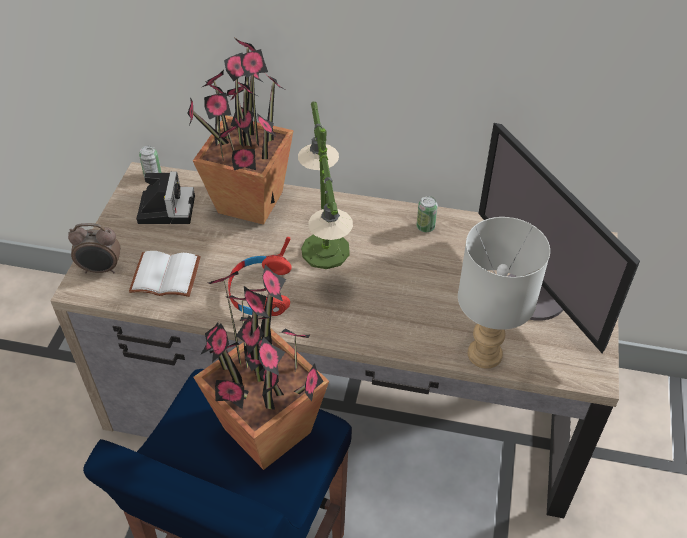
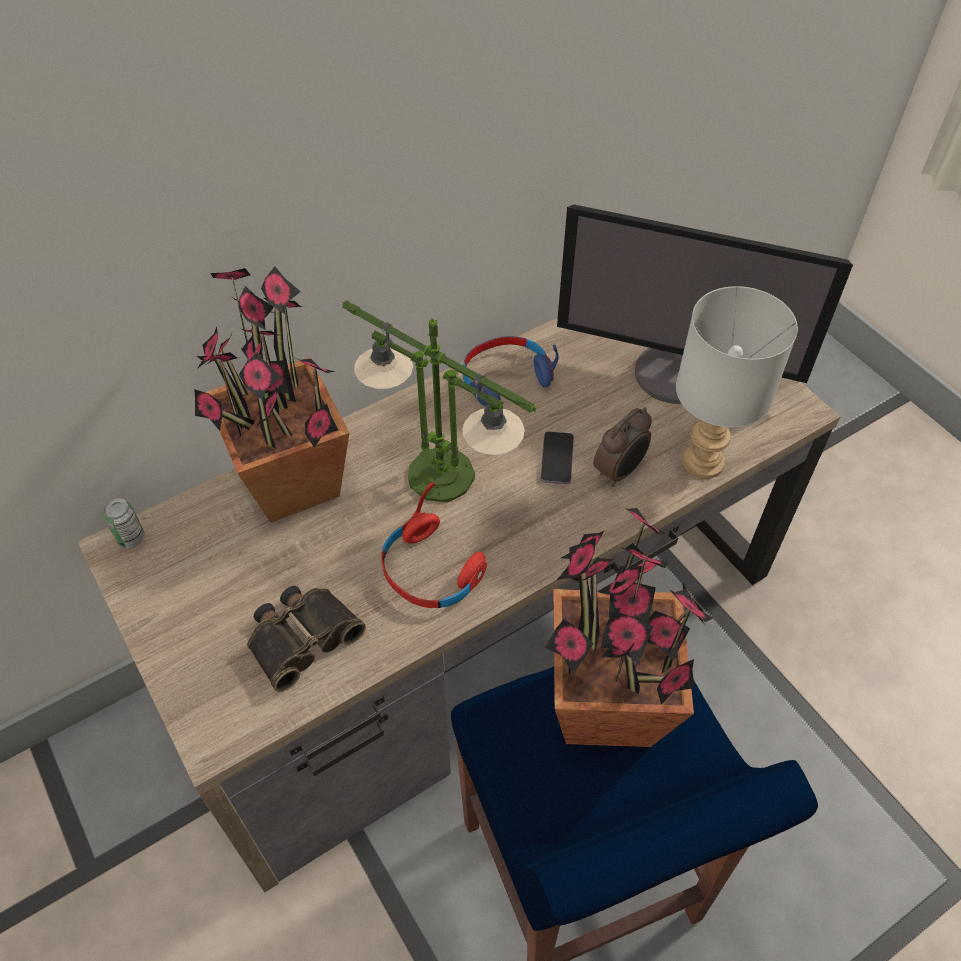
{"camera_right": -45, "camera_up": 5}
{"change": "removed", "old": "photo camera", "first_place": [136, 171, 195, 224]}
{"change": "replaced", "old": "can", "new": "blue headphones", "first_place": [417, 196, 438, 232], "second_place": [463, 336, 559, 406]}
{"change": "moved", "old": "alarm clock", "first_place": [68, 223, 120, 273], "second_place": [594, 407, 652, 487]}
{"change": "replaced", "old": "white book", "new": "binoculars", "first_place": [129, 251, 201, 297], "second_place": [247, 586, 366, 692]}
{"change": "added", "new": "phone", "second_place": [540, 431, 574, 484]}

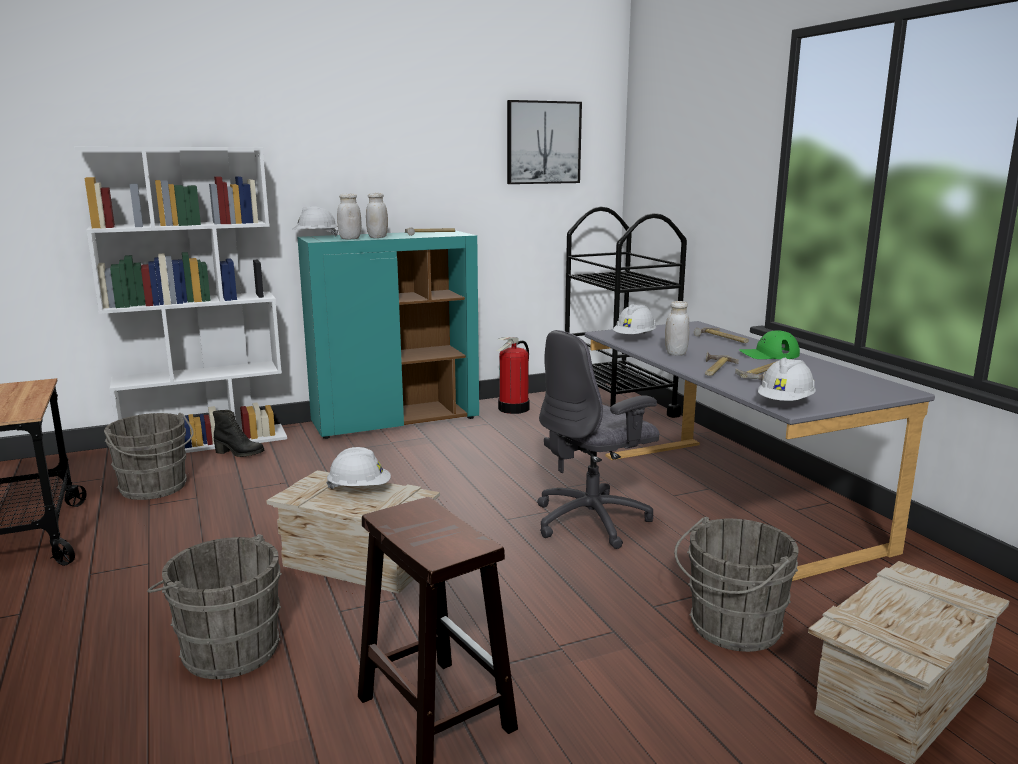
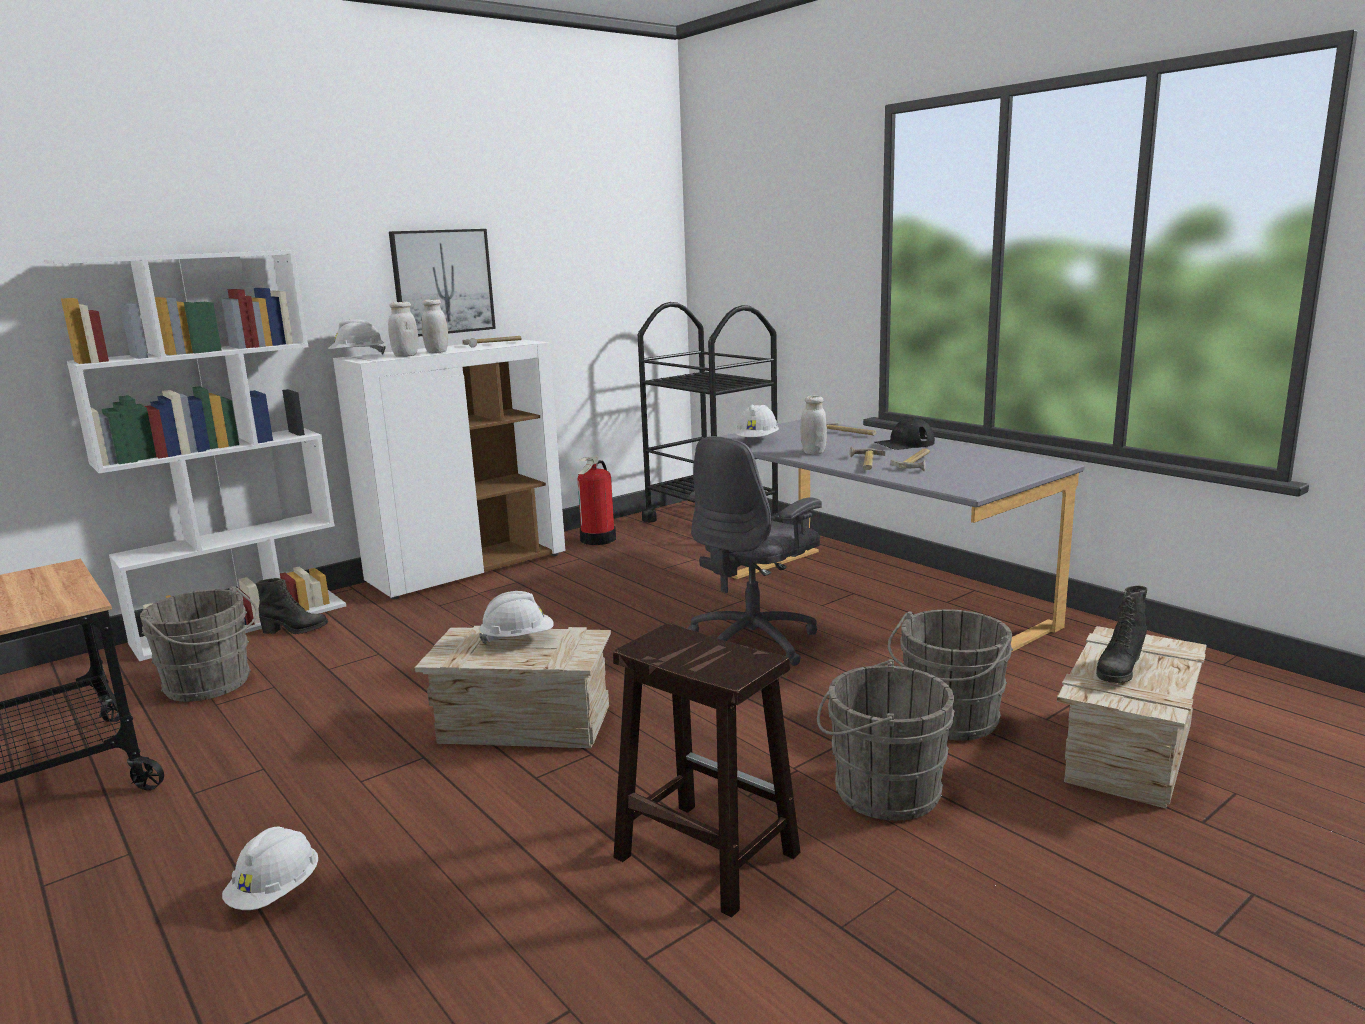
{"camera_right": -15, "camera_up": 0}
{"change": "moved", "old": "picture", "first_place": [507, 100, 582, 184], "second_place": [389, 229, 496, 337]}
{"change": "recoloured", "old": "turquoise cabinet", "new": "white cabinet", "first_place": [297, 230, 479, 439], "second_place": [333, 339, 565, 600]}
{"change": "recoloured", "old": "green cap", "new": "black cap", "first_place": [739, 330, 800, 359], "second_place": [874, 418, 935, 450]}
{"change": "moved", "old": "white hard hat", "first_place": [758, 358, 816, 401], "second_place": [222, 827, 318, 910]}
{"change": "moved", "old": "grey bucket", "first_place": [147, 534, 282, 679], "second_place": [817, 659, 955, 821]}
{"change": "added", "new": "black boot", "second_place": [1096, 586, 1147, 683]}

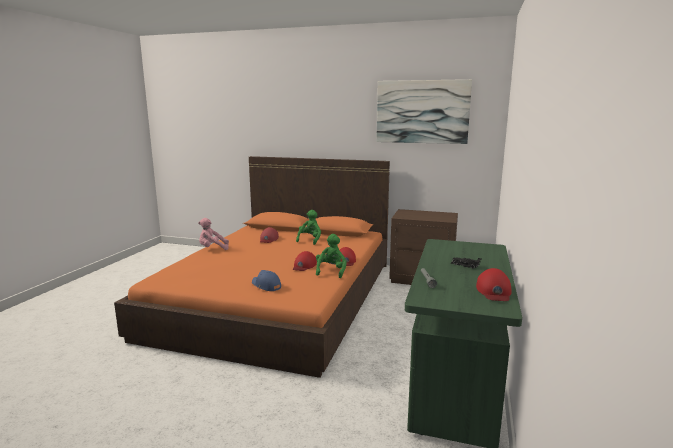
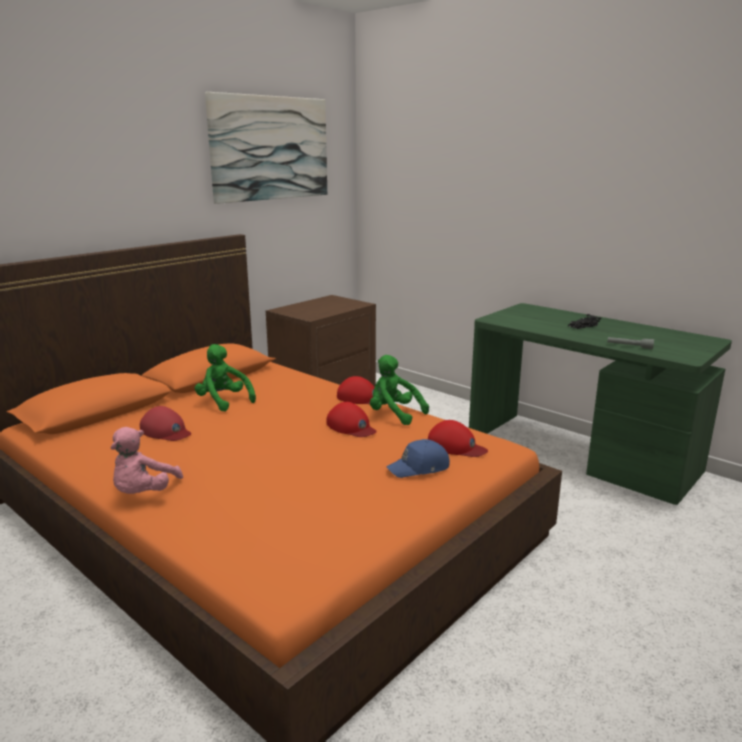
{"camera_right": -65, "camera_up": 5}
{"change": "moved", "old": "red cap", "first_place": [476, 268, 512, 301], "second_place": [428, 420, 488, 457]}

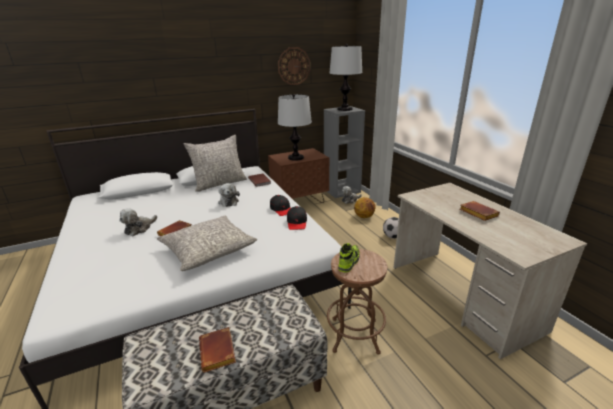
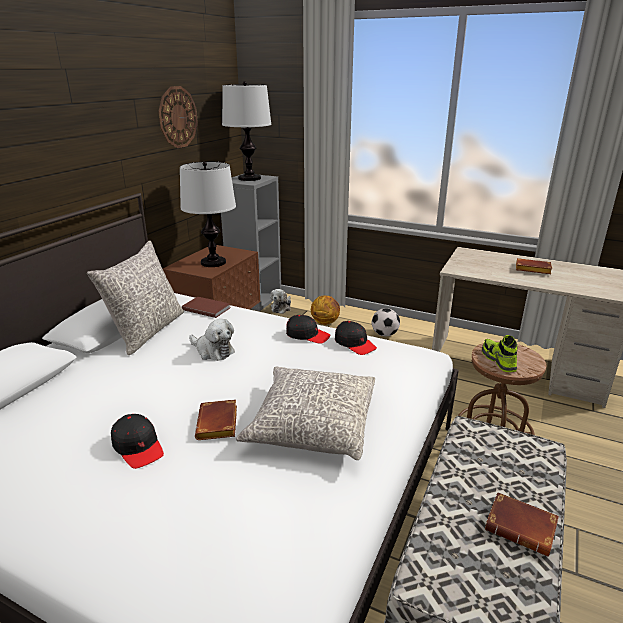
{"camera_right": -40, "camera_up": 0}
{"change": "replaced", "old": "plush toy", "new": "black cap", "first_place": [120, 208, 157, 236], "second_place": [111, 414, 164, 469]}

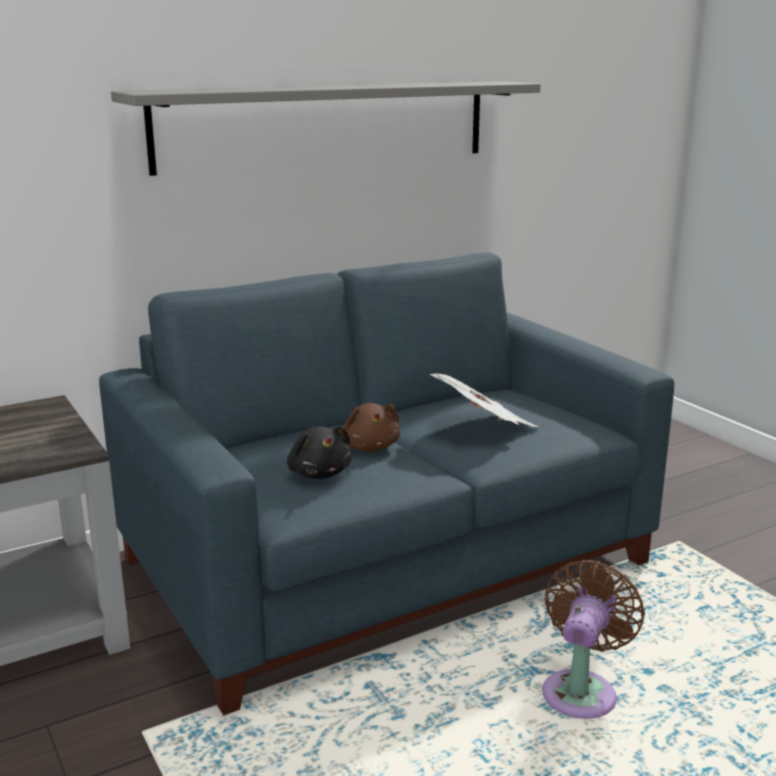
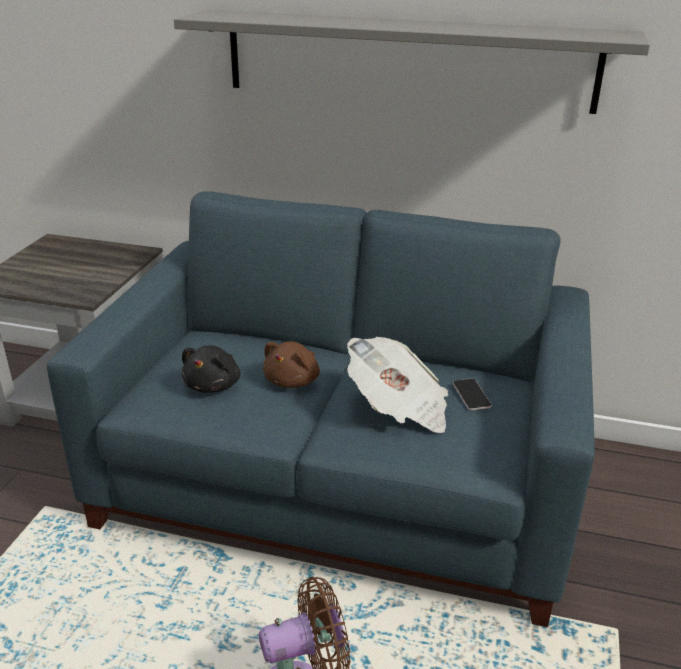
{"camera_right": 45, "camera_up": 10}
{"change": "added", "new": "phone", "second_place": [453, 379, 491, 410]}

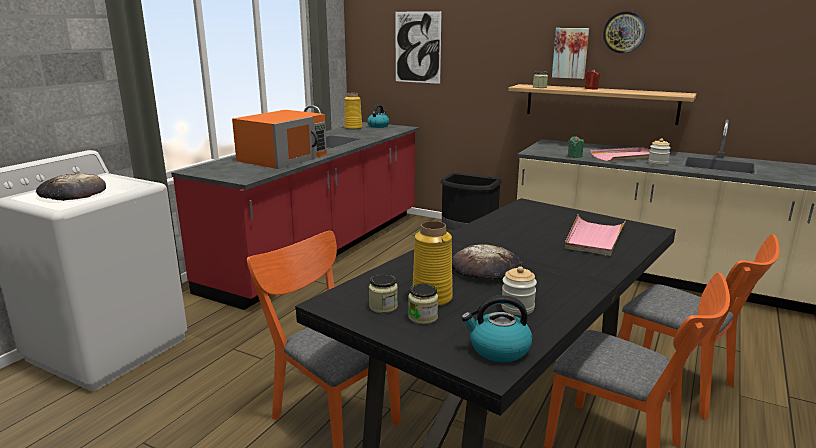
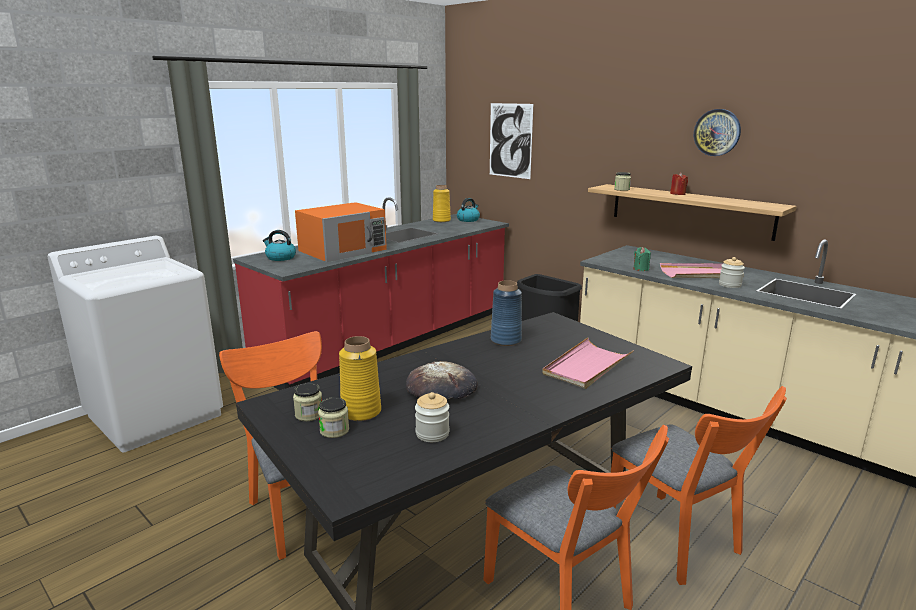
{"camera_right": 15, "camera_up": 0}
{"change": "removed", "old": "picture", "first_place": [552, 28, 589, 79]}
{"change": "removed", "old": "bread", "first_place": [36, 173, 106, 201]}
{"change": "moved", "old": "kettle", "first_place": [461, 295, 532, 362], "second_place": [263, 230, 296, 261]}
{"change": "added", "new": "blue vase", "second_place": [491, 280, 522, 346]}

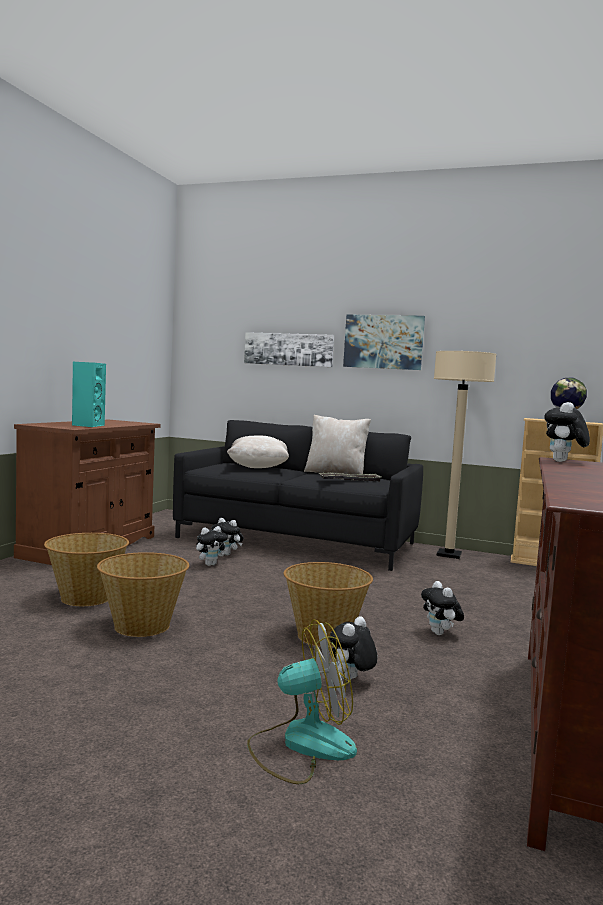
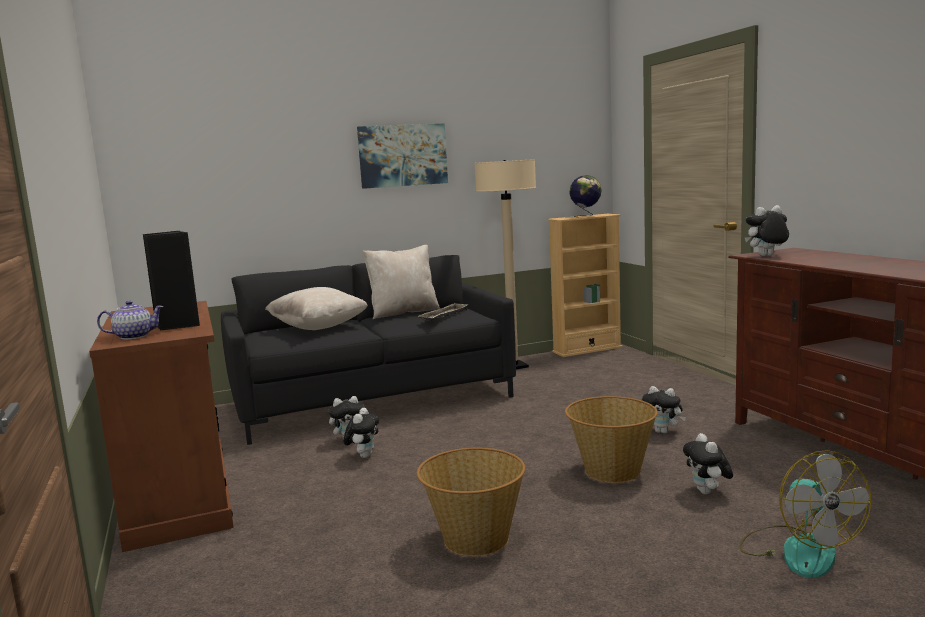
{"camera_right": -40, "camera_up": 5}
{"change": "removed", "old": "picture", "first_place": [244, 332, 334, 367]}
{"change": "recoloured", "old": "turquoise speaker", "new": "black speaker", "first_place": [72, 362, 106, 427], "second_place": [143, 231, 200, 331]}
{"change": "turned", "old": "plush toy", "first_place": [544, 402, 590, 462], "second_place": [745, 205, 789, 256], "degrees": 90}
{"change": "removed", "old": "basket", "first_place": [44, 533, 129, 606]}
{"change": "turned", "old": "fan", "first_place": [247, 619, 357, 784], "second_place": [739, 450, 871, 578], "degrees": 135}
{"change": "added", "new": "teapot", "second_place": [97, 301, 164, 340]}

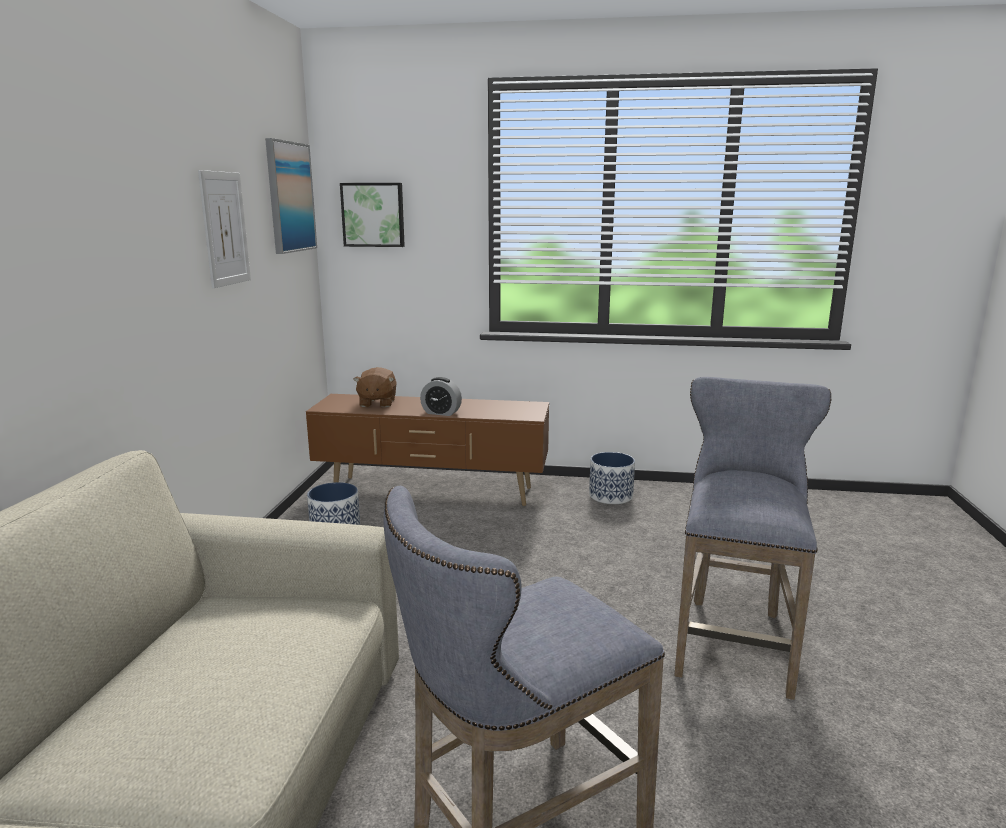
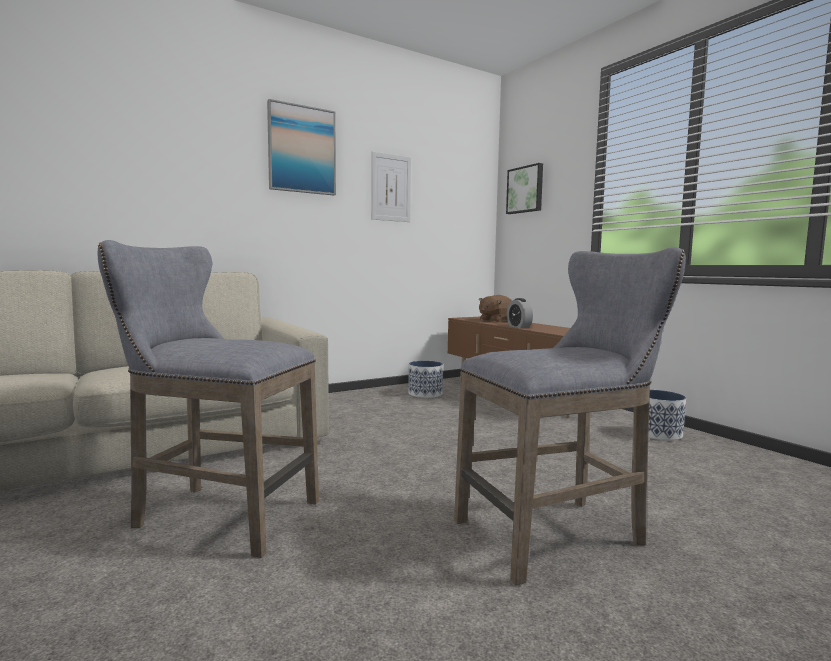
{"camera_right": 50, "camera_up": -10}
{"change": "moved", "old": "picture", "first_place": [265, 138, 317, 254], "second_place": [267, 99, 336, 196]}

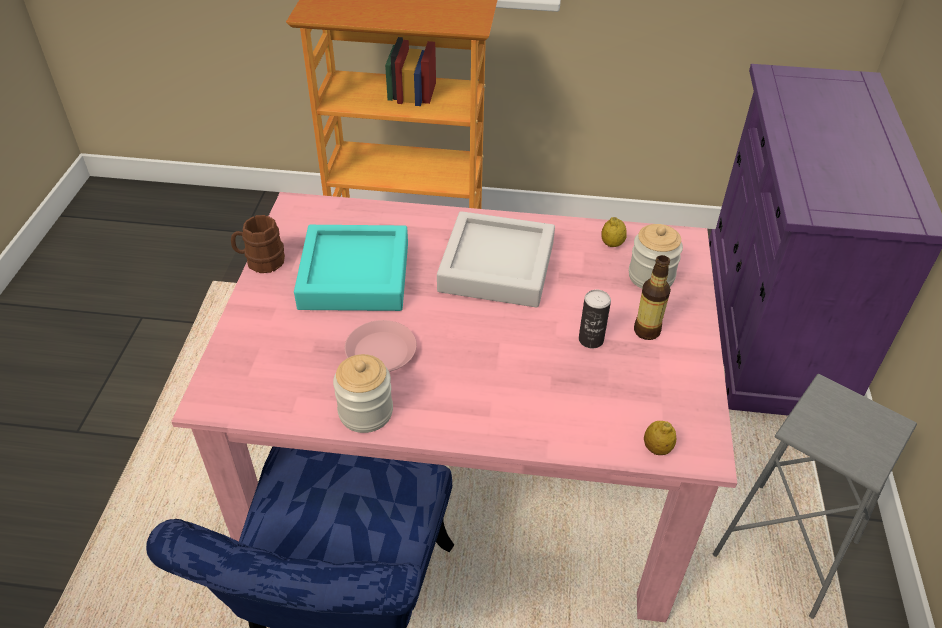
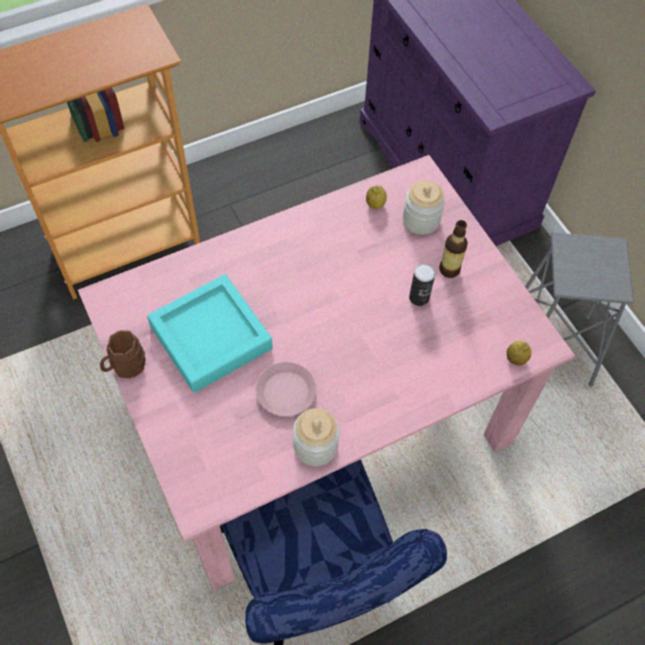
{"camera_right": -35, "camera_up": 15}
{"change": "removed", "old": "grey tray", "first_place": [437, 211, 555, 308]}

